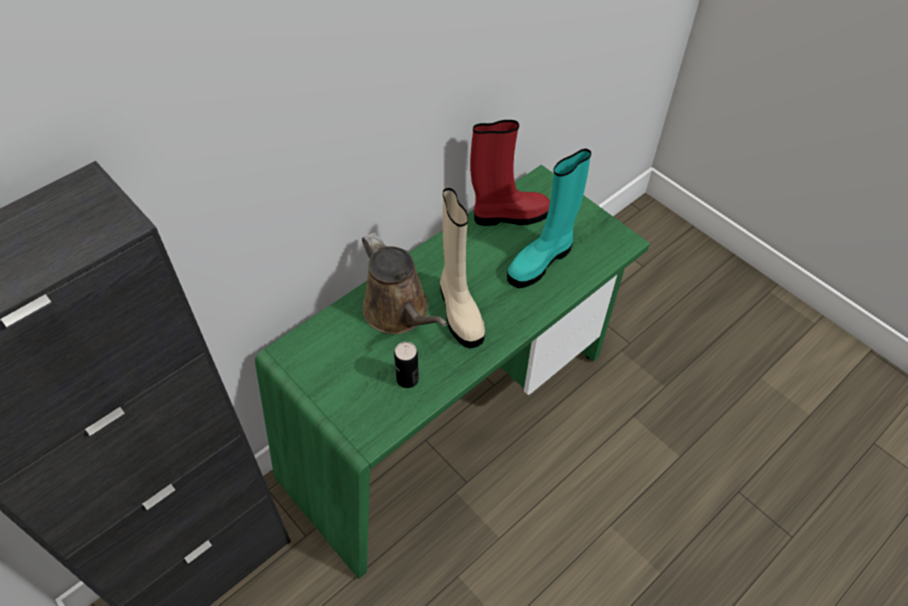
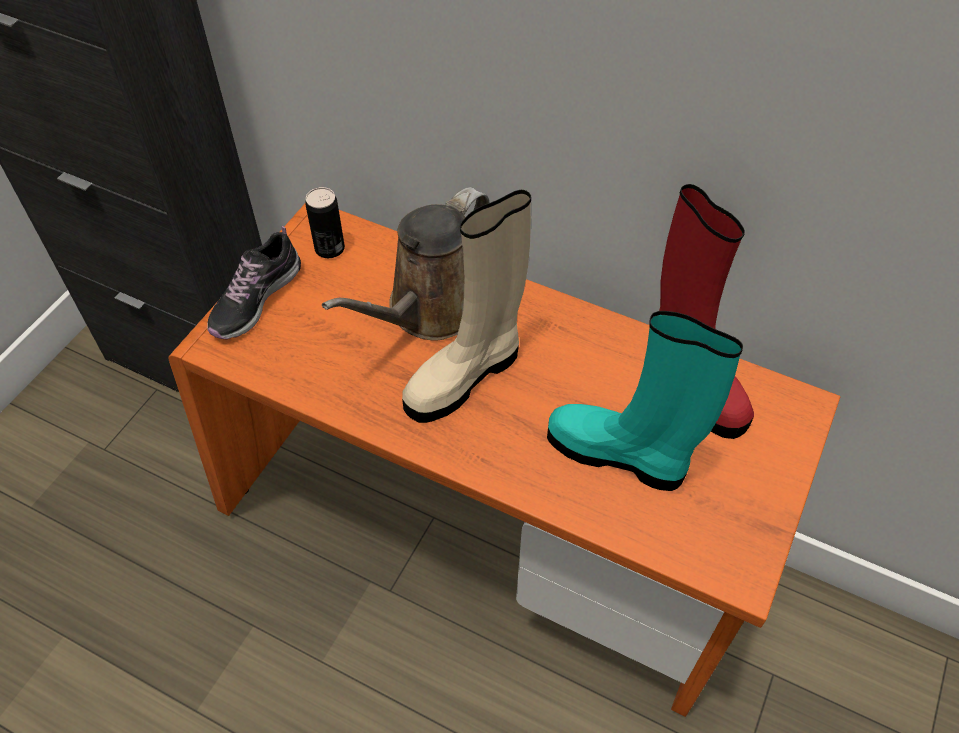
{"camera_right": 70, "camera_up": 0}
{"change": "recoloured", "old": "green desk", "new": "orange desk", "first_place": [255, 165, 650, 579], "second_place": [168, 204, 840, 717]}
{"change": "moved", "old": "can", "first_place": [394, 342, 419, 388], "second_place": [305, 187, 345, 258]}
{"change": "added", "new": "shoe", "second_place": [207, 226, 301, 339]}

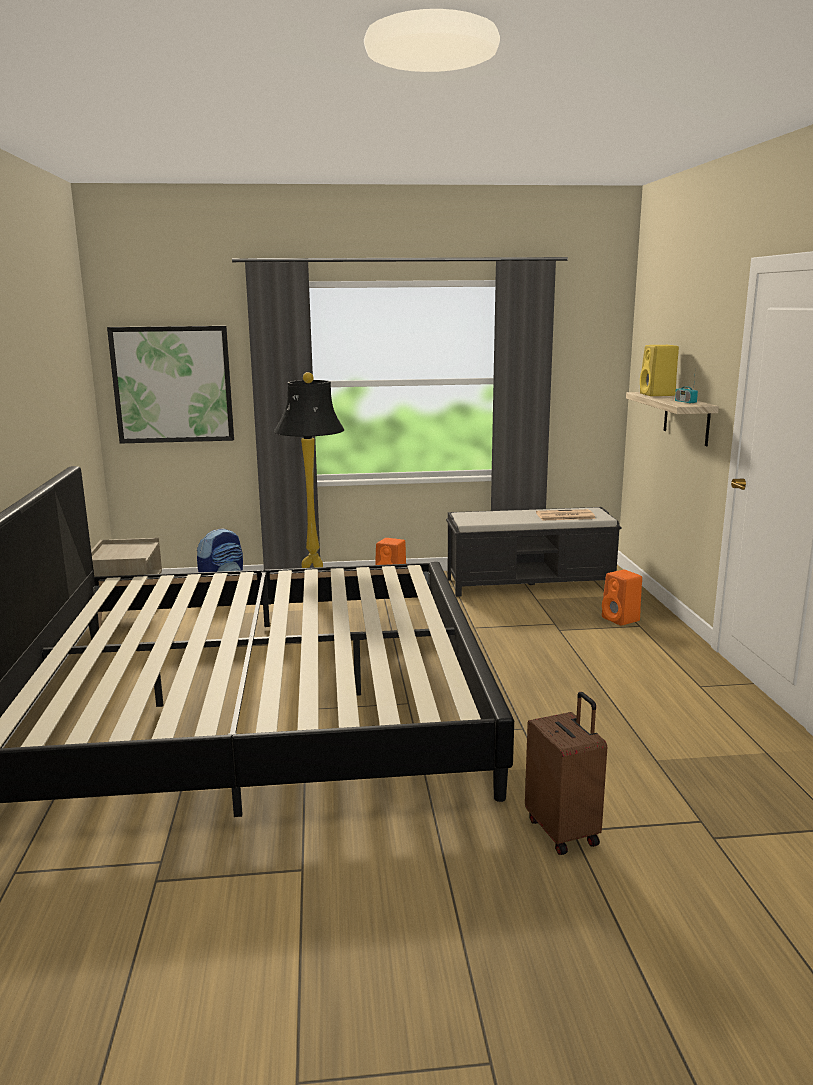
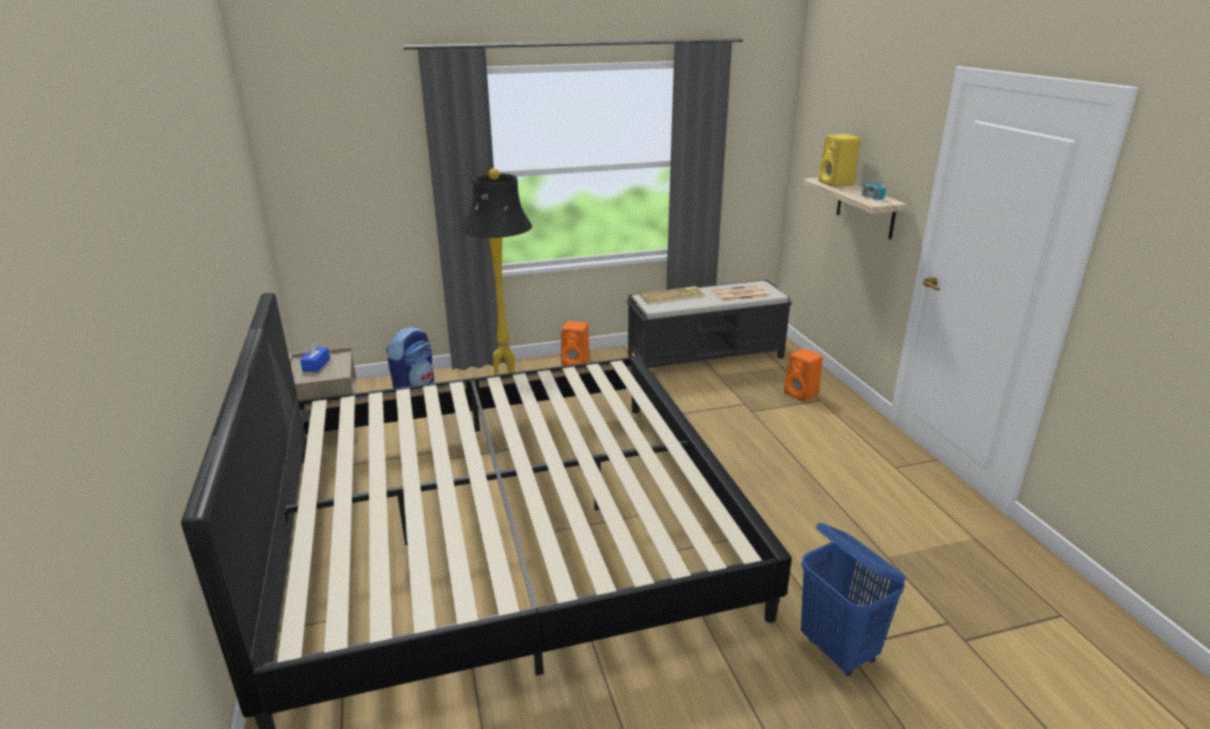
{"camera_right": -10, "camera_up": 10}
{"change": "removed", "old": "picture", "first_place": [107, 326, 234, 444]}
{"change": "replaced", "old": "brown suitcase", "new": "blue laundry basket", "first_place": [525, 692, 607, 855], "second_place": [801, 523, 906, 676]}
{"change": "added", "new": "keyboard", "second_place": [639, 286, 705, 304]}
{"change": "added", "new": "blue tissue box", "second_place": [300, 342, 330, 372]}

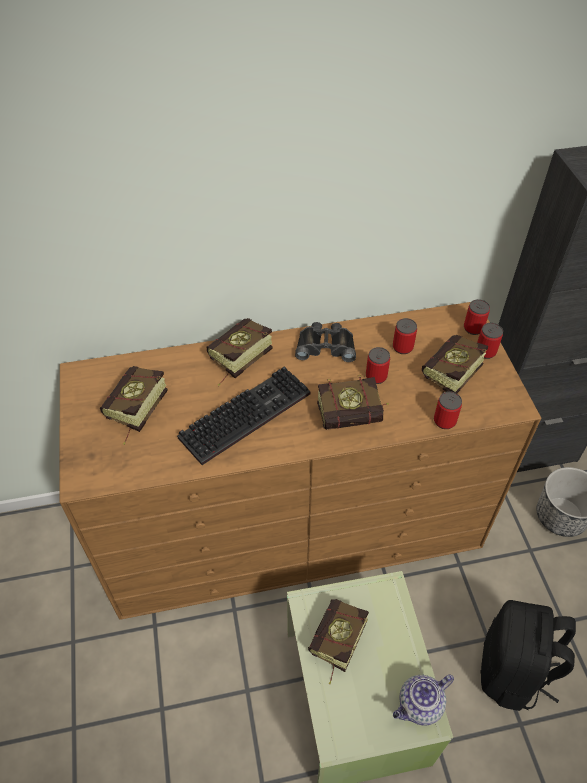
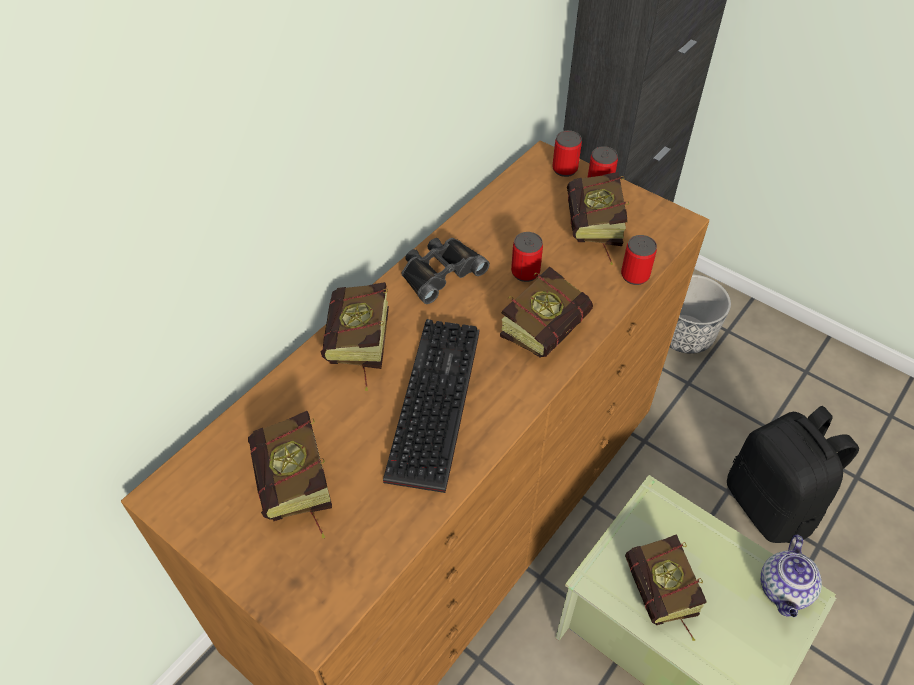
{"camera_right": -40, "camera_up": 0}
{"change": "removed", "old": "can", "first_place": [393, 318, 417, 354]}

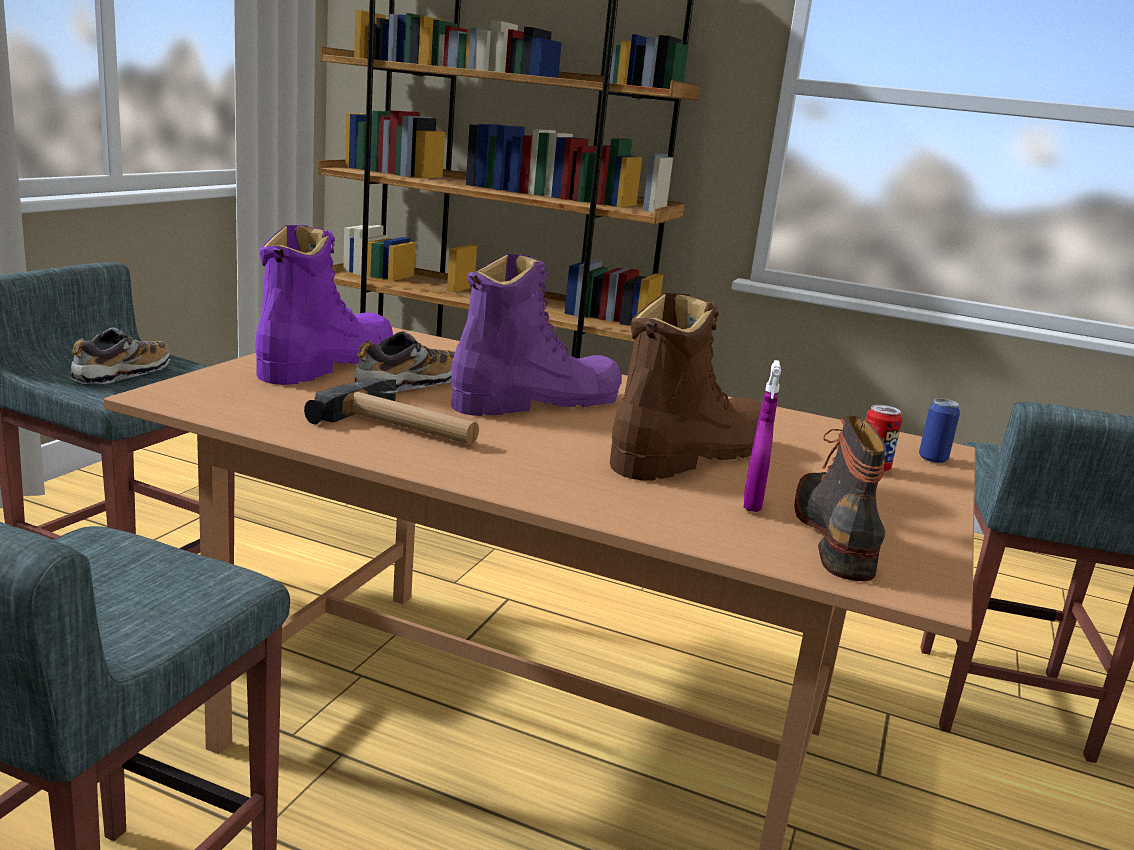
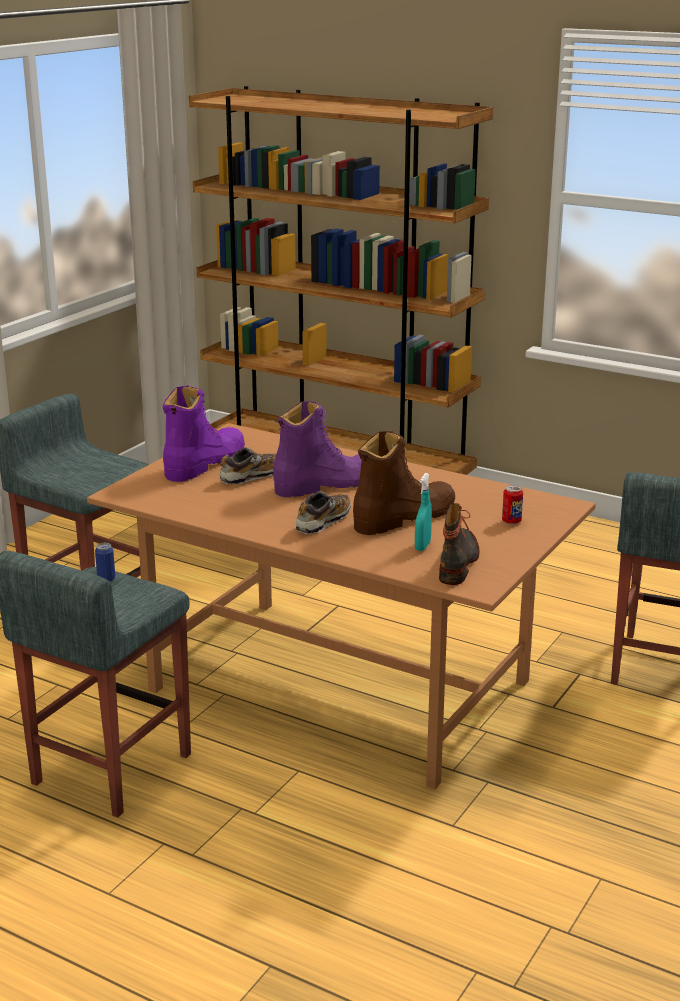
{"camera_right": 10, "camera_up": 5}
{"change": "moved", "old": "shoe", "first_place": [71, 327, 170, 384], "second_place": [296, 491, 351, 534]}
{"change": "recoloured", "old": "purple spray bottle", "new": "turquoise spray bottle", "first_place": [743, 360, 781, 512], "second_place": [415, 473, 432, 551]}
{"change": "removed", "old": "hammer", "first_place": [304, 378, 479, 444]}
{"change": "moved", "old": "can", "first_place": [919, 398, 960, 463], "second_place": [95, 543, 115, 582]}

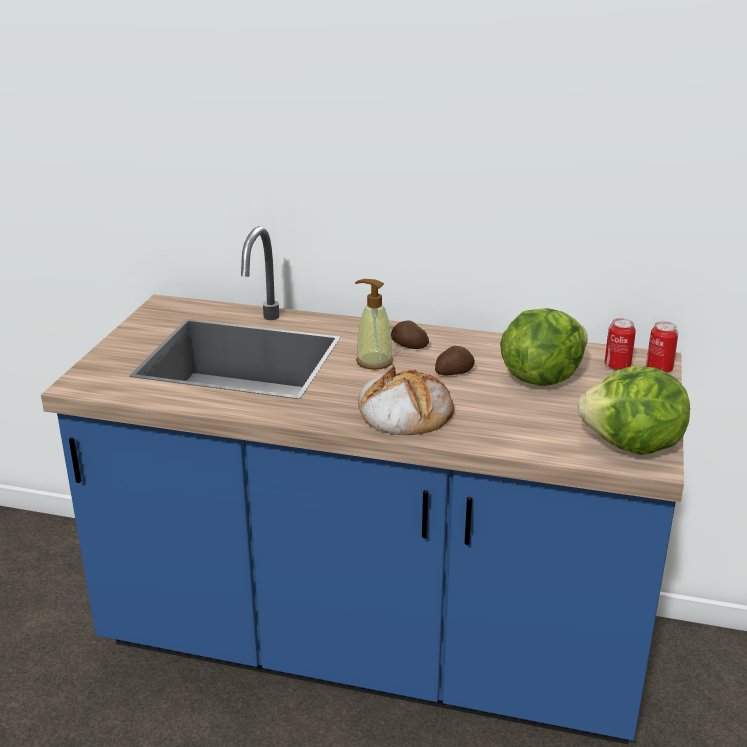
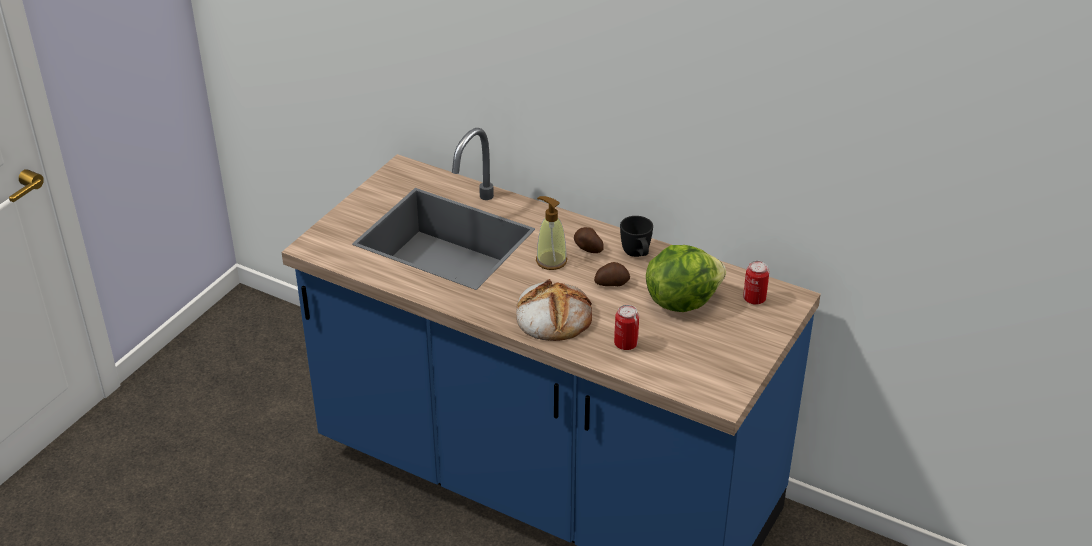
{"camera_right": 15, "camera_up": 10}
{"change": "moved", "old": "can", "first_place": [646, 321, 678, 373], "second_place": [614, 305, 639, 350]}
{"change": "removed", "old": "lettuce", "first_place": [577, 366, 690, 455]}
{"change": "added", "new": "black mug", "second_place": [620, 216, 653, 257]}

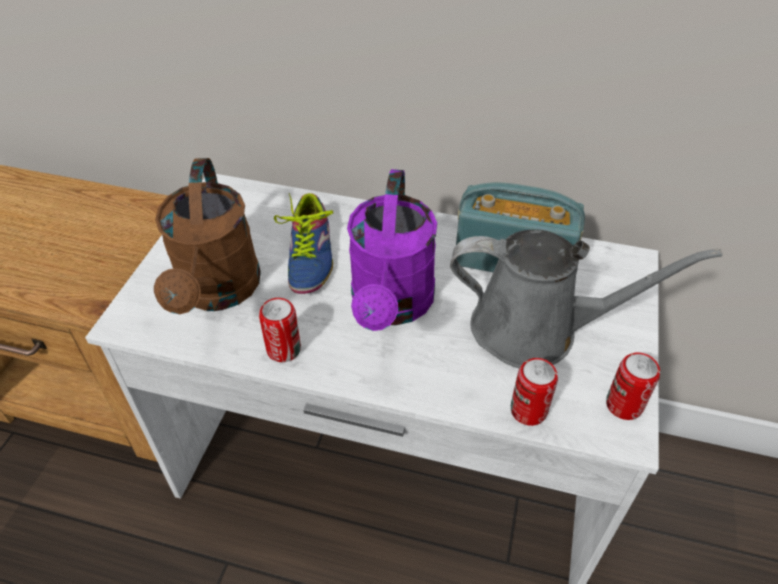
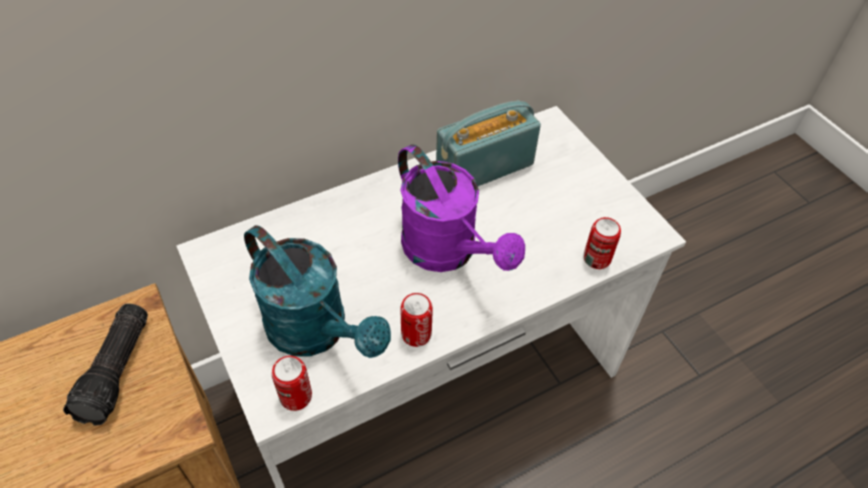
{"camera_right": -45, "camera_up": 5}
{"change": "recoloured", "old": "brown watering can", "new": "turquoise watering can", "first_place": [154, 158, 261, 314], "second_place": [244, 225, 391, 358]}
{"change": "removed", "old": "shoe", "first_place": [274, 193, 333, 294]}
{"change": "removed", "old": "grey watering can", "first_place": [450, 230, 722, 368]}
{"change": "moved", "old": "can", "first_place": [606, 352, 660, 420], "second_place": [272, 356, 312, 411]}
{"change": "added", "new": "flashlight", "second_place": [63, 304, 148, 425]}

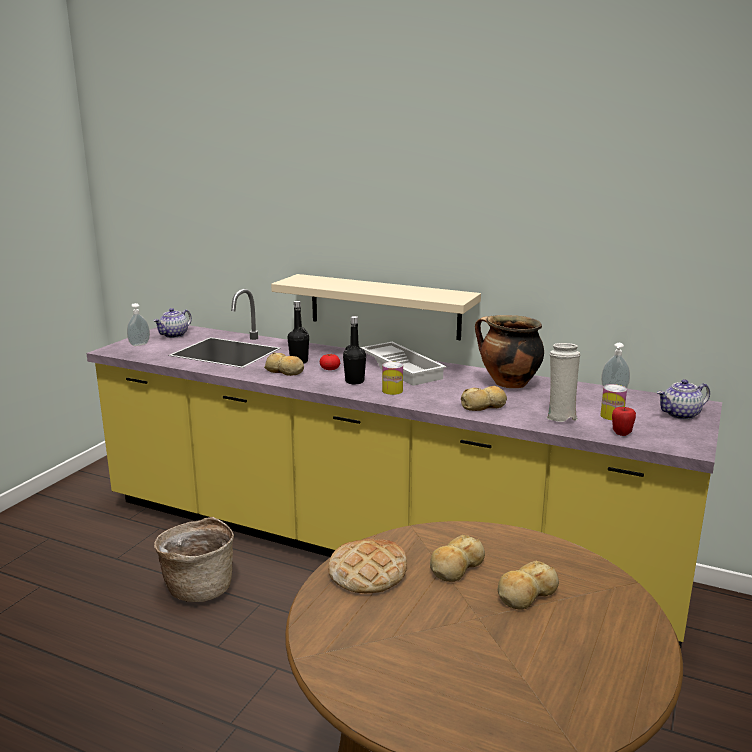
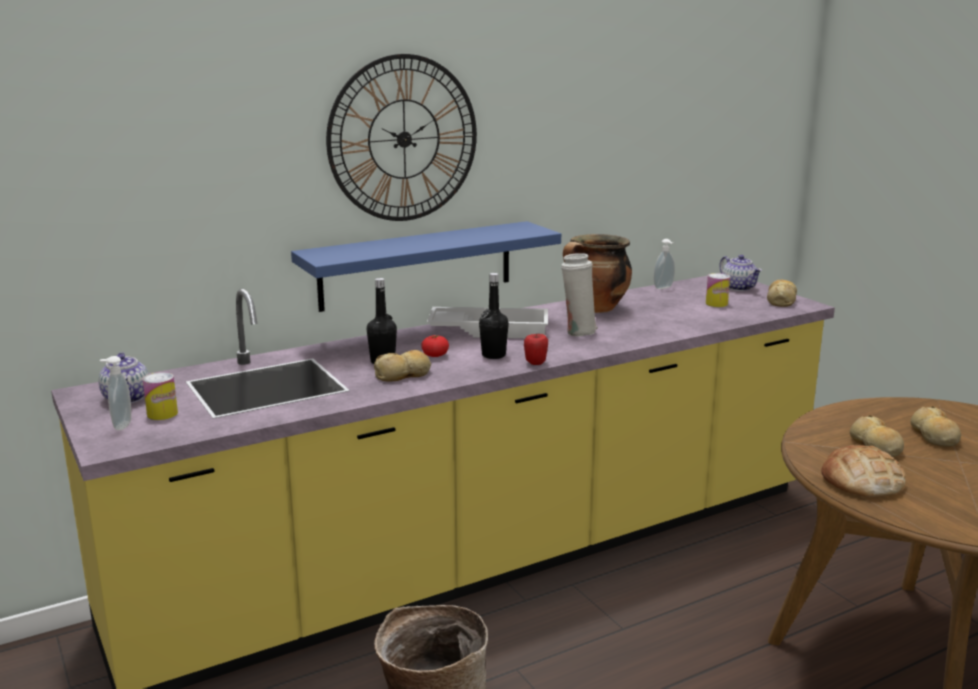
{"camera_right": -55, "camera_up": 0}
{"change": "recoloured", "old": "beige shelf", "new": "blue shelf", "first_place": [271, 274, 481, 340], "second_place": [291, 221, 561, 312]}
{"change": "moved", "old": "white vase", "first_place": [547, 343, 580, 422], "second_place": [561, 253, 598, 337]}
{"change": "moved", "old": "can", "first_place": [382, 362, 403, 395], "second_place": [143, 372, 178, 420]}
{"change": "turned", "old": "teapot", "first_place": [657, 379, 710, 420], "second_place": [719, 255, 762, 291], "degrees": -45}
{"change": "moved", "old": "bread", "first_place": [461, 386, 507, 411], "second_place": [767, 279, 797, 307]}
{"change": "moved", "old": "apple", "first_place": [612, 407, 636, 436], "second_place": [524, 334, 548, 365]}
{"change": "added", "new": "wall clock", "second_place": [326, 54, 477, 221]}

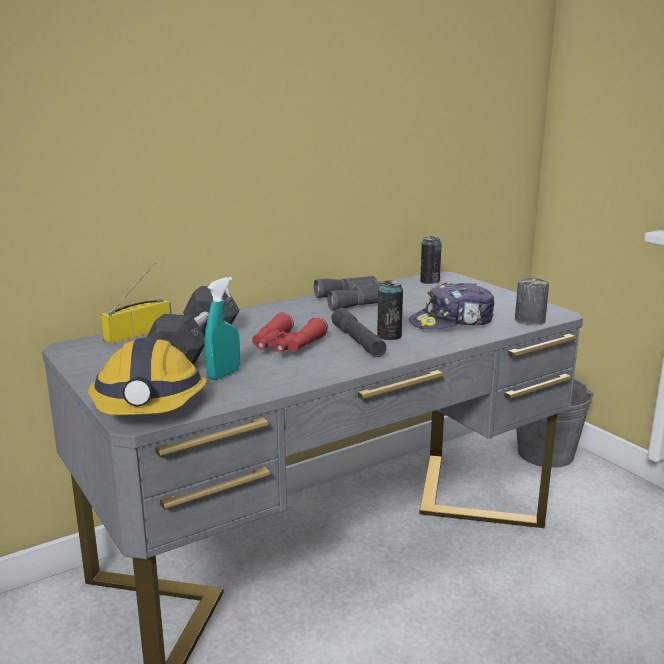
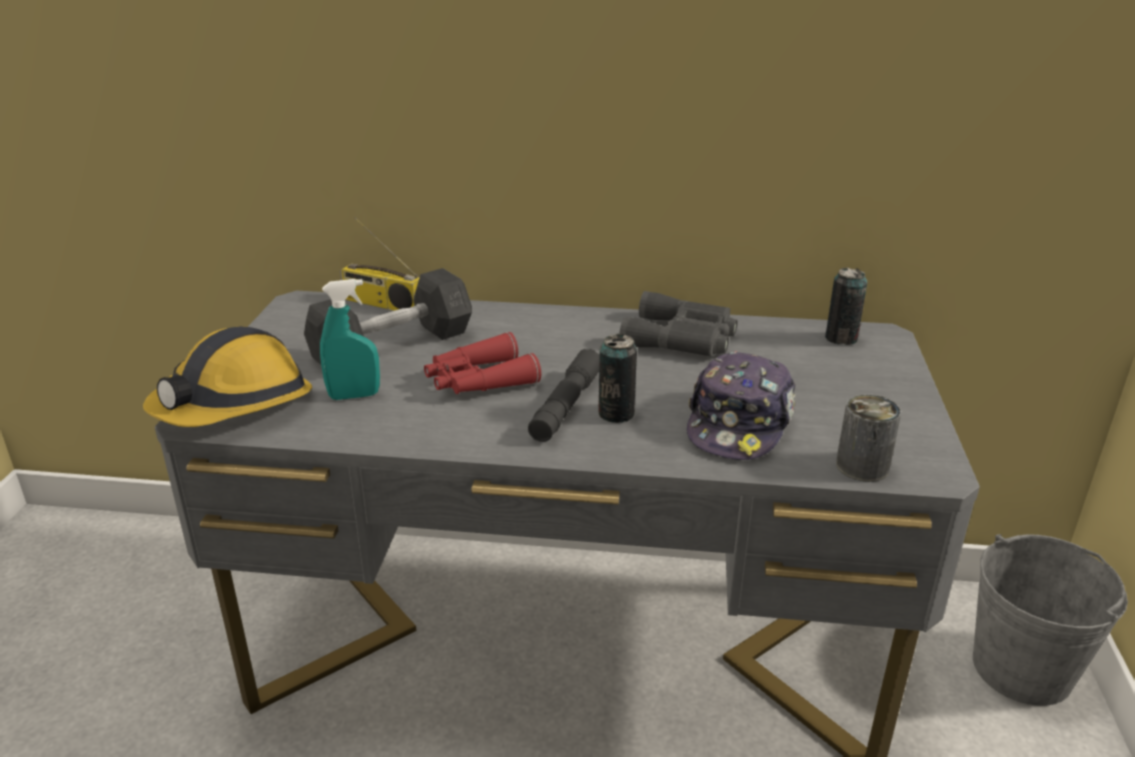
{"camera_right": 40, "camera_up": 10}
{"change": "turned", "old": "radio", "first_place": [101, 263, 172, 344], "second_place": [340, 217, 420, 311], "degrees": -150}
{"change": "turned", "old": "cap", "first_place": [409, 282, 494, 329], "second_place": [687, 351, 796, 460], "degrees": -90}

